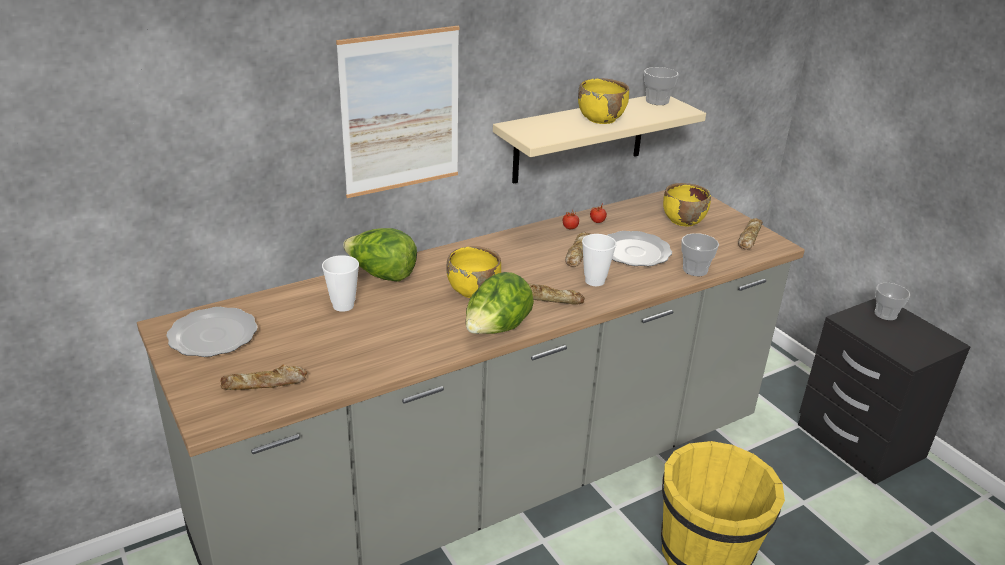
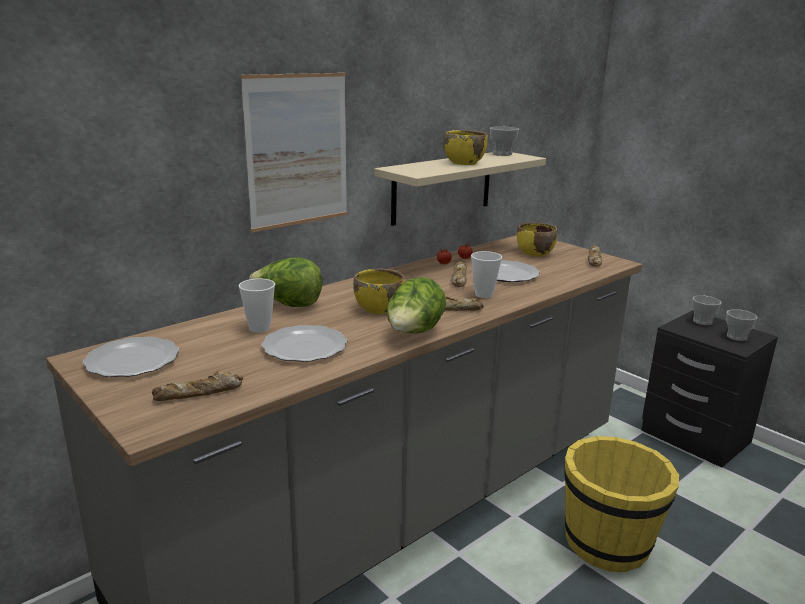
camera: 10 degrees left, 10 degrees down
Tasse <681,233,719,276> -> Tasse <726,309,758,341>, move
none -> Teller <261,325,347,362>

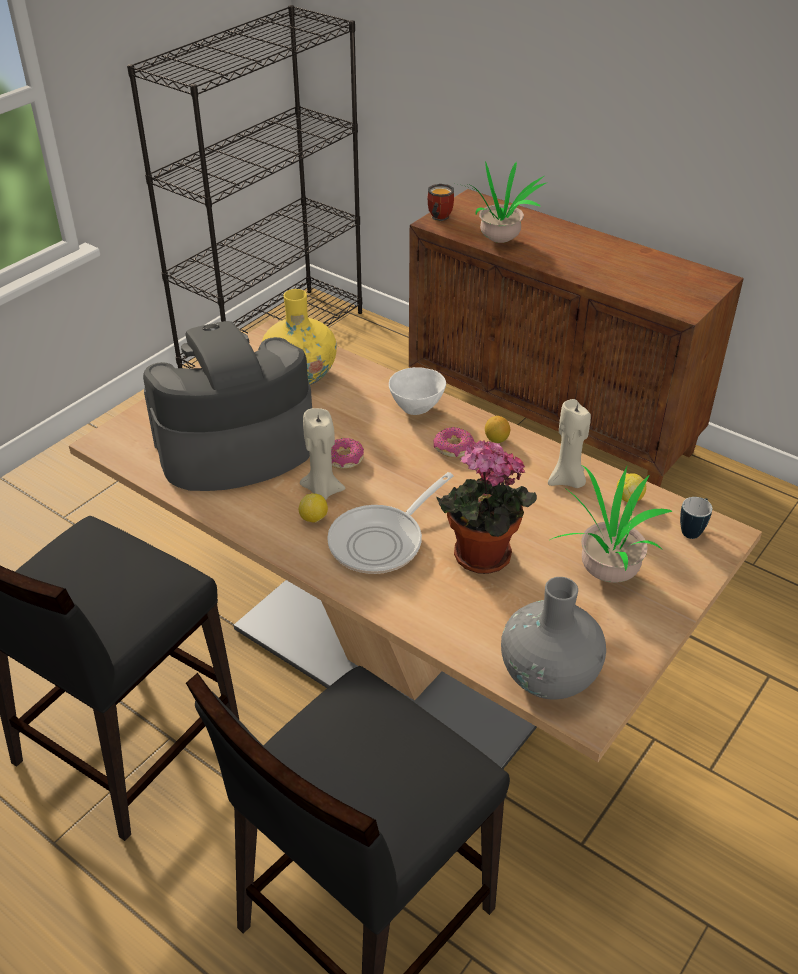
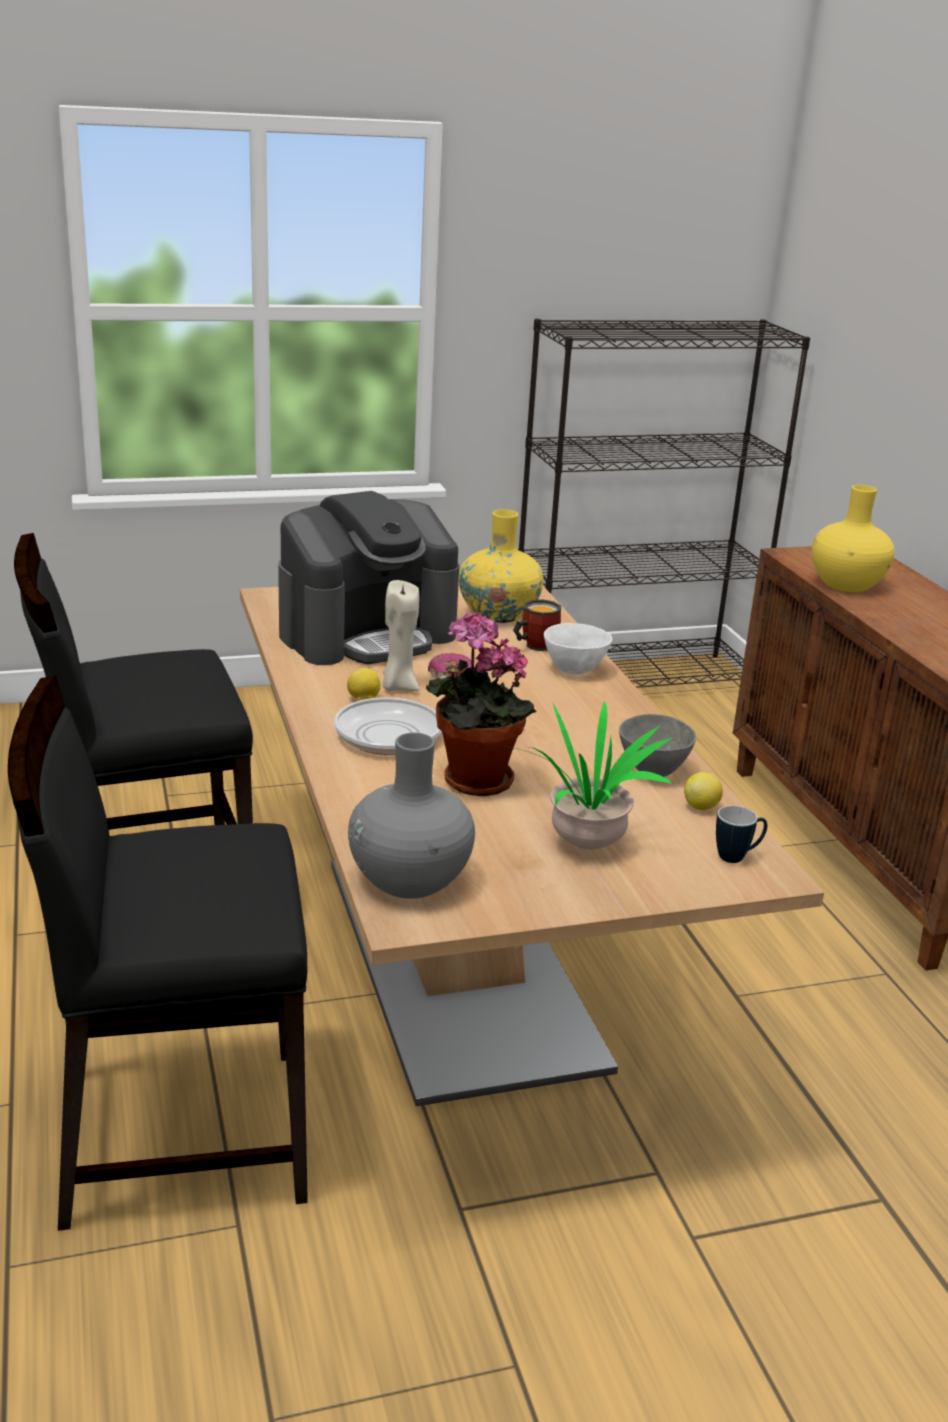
camera: 35 degrees right, 15 degrees down
Kaffeemaschine <143,321,312,491> -> Kaffeemaschine <278,491,459,665>, 135 degrees clockwise
Henkelbecher <428,184,454,221> -> Henkelbecher <513,599,561,651>, move
Donut <433,427,474,458> -> none
Topfpflanze <463,161,548,243> -> Vase (gelb) <812,485,895,592>
Zitrone <485,416,510,443> -> none
Kerze (beige) <548,399,591,488> -> Schüssel (grau) <619,714,696,777>

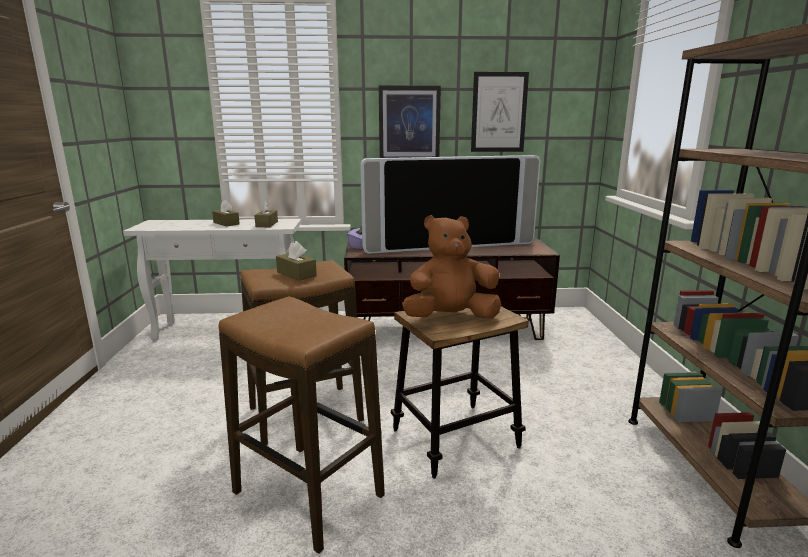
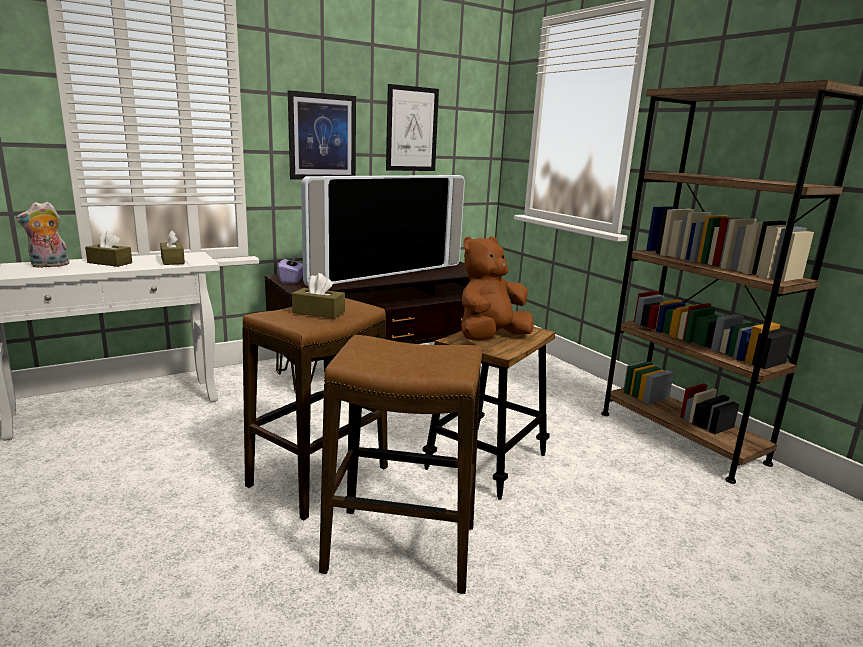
camera: 30 degrees left, 0 degrees up
none -> Plüschtier <16,202,69,268>

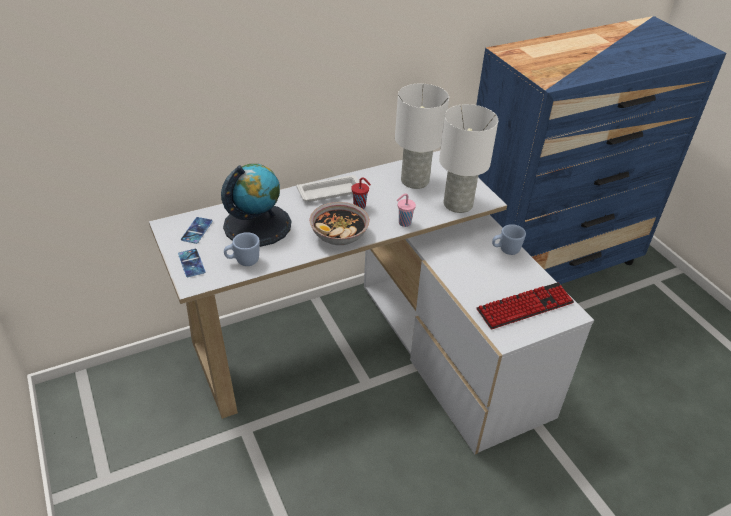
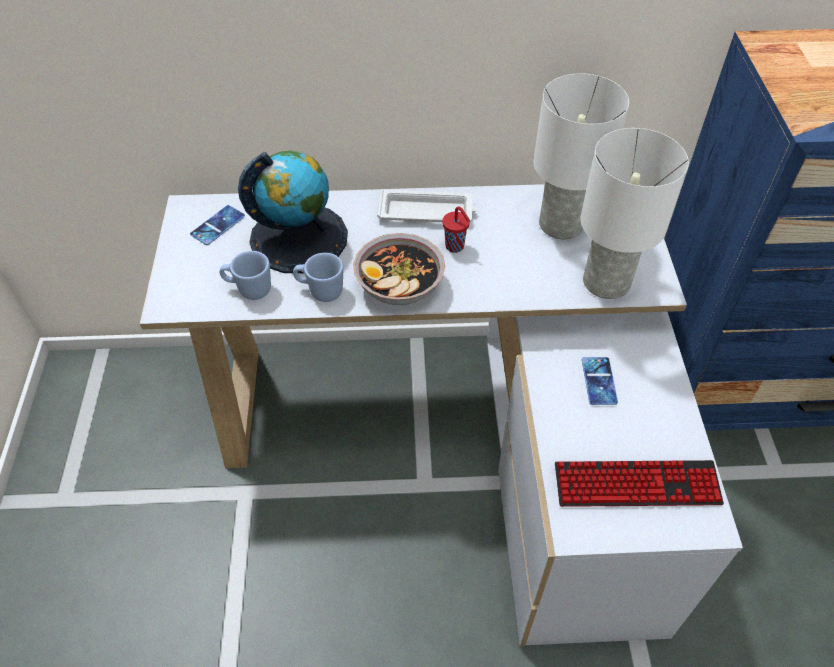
camera: 25 degrees right, 10 degrees up
Handy <178,249,206,277> -> Handy <582,357,618,405>, move
Tasse (rosa) <397,193,416,227> -> none
Henkelbecher (blau) <492,224,526,255> -> Henkelbecher (blau) <293,253,343,302>, move

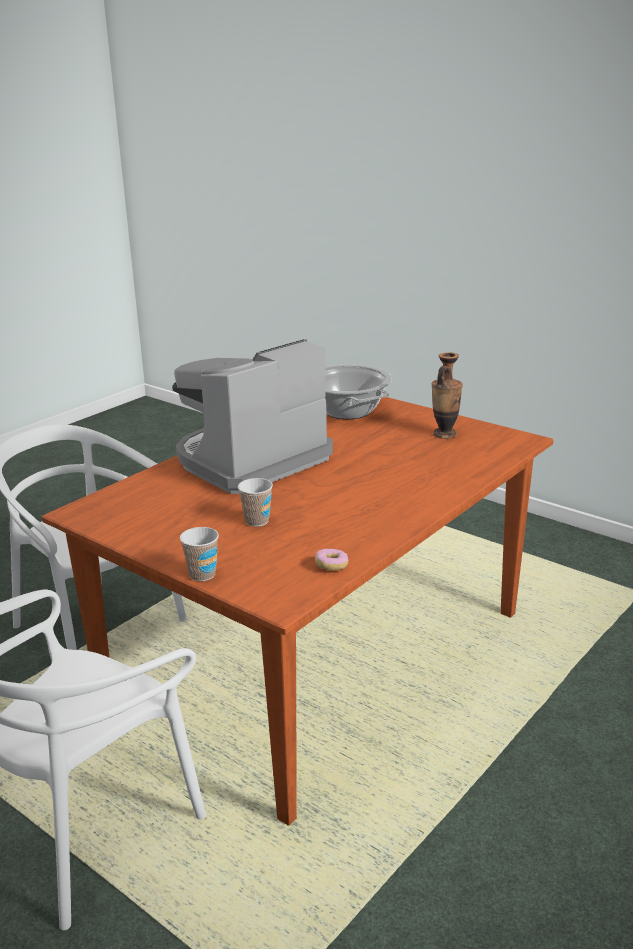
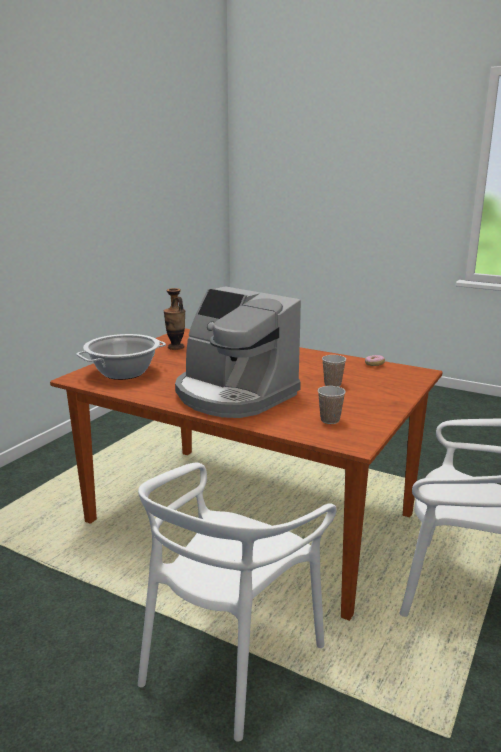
camera: 100 degrees left, 5 degrees down
Tasse <180,527,219,581> -> Tasse <318,386,346,424>, move

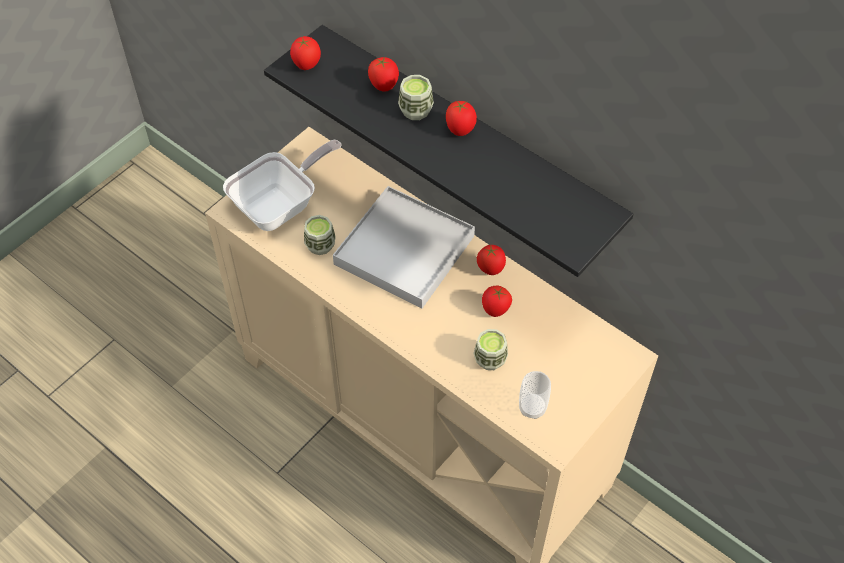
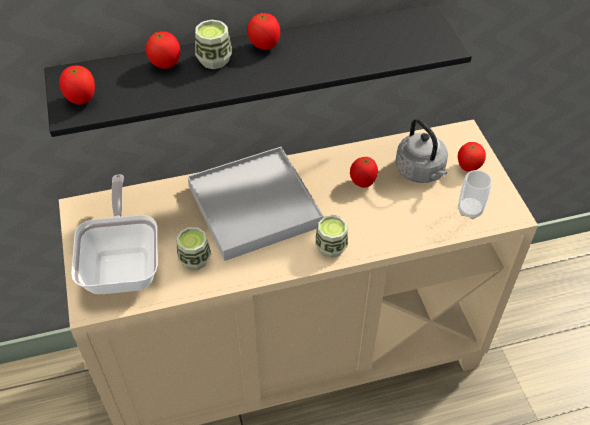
camera: 55 degrees left, 5 degrees down
Tasse <473,329,508,370> -> Tasse <315,215,348,258>, move
Tomate <477,245,506,275> -> Tomate <458,142,486,172>, move
none -> Wasserkessel (grau) <395,119,448,183>

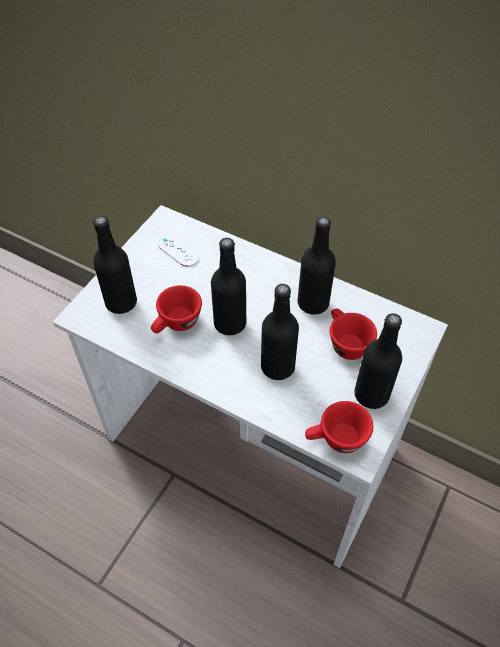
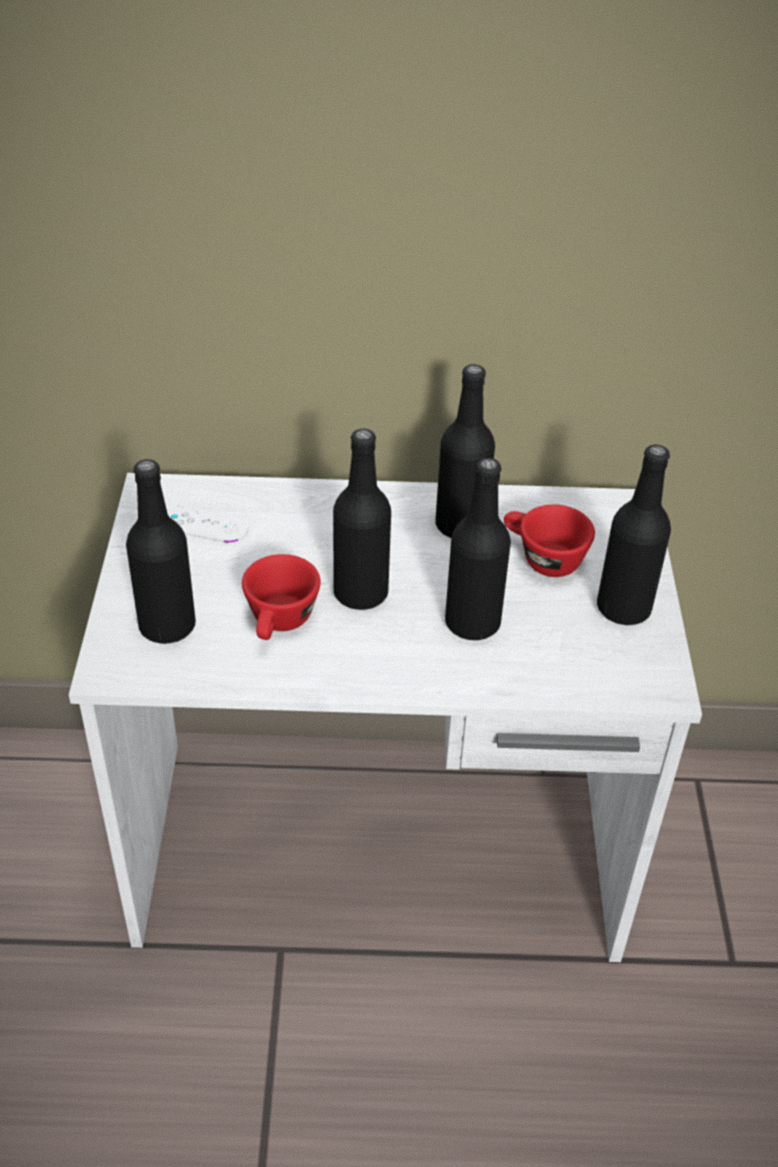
camera: 30 degrees left, 10 degrees down
Tasse (rot) <305,401,373,453> -> none

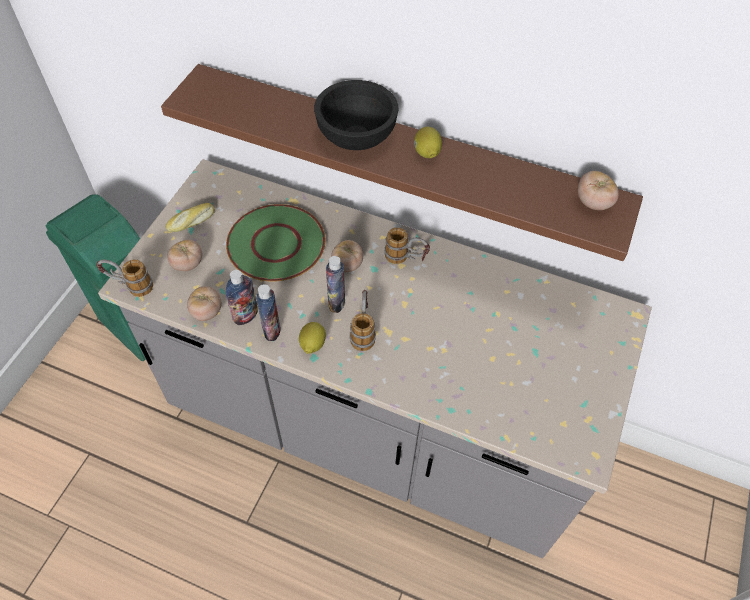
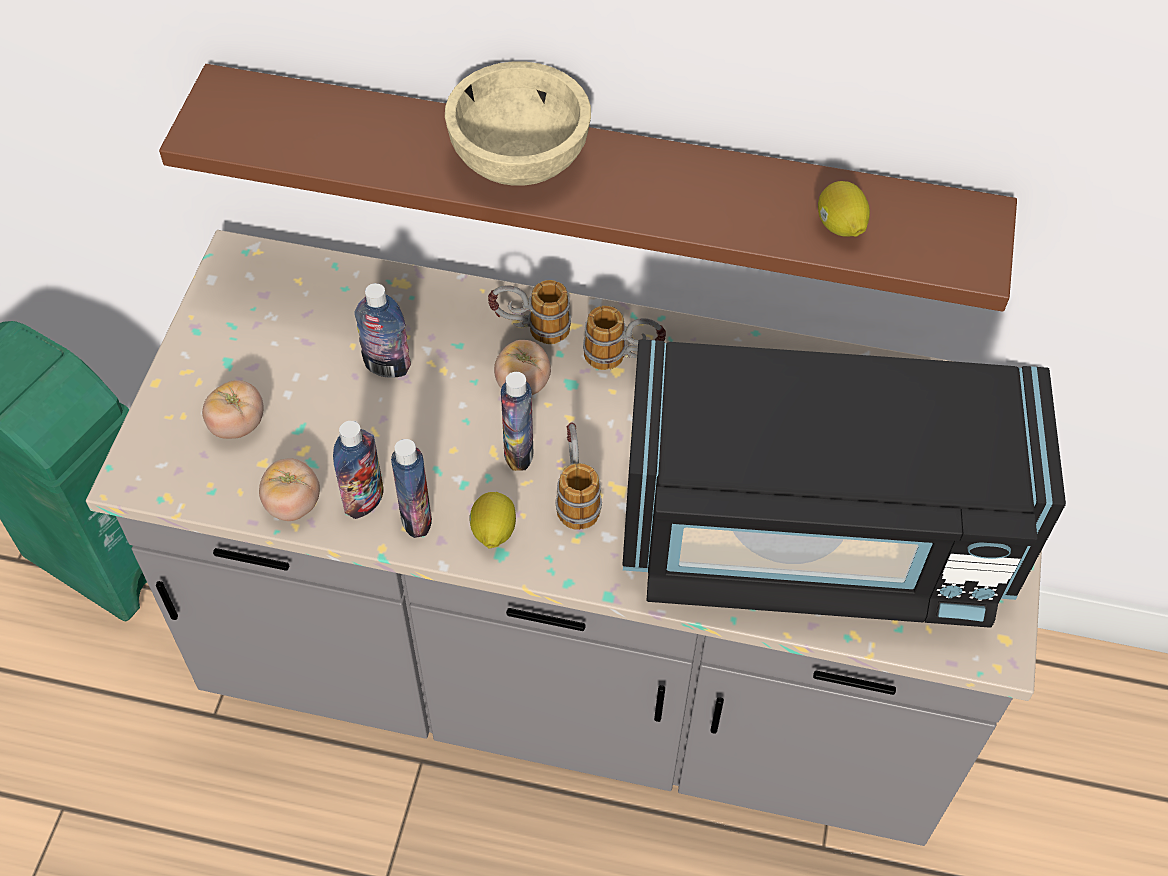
camera: 10 degrees left, 0 degrees up
Henkelbecher <96,259,153,297> -> Henkelbecher <488,280,571,344>, move
Brot <165,203,215,232> -> none
Teller (grün) <226,204,326,282> -> Flasche <354,283,411,378>
Schüssel (schwarz) <314,80,399,150> -> Schüssel (beige) <445,62,591,186>
Zitrone <414,127,442,158> -> Zitrone <818,181,870,237>, move
Tomate <578,171,619,210> -> none
none -> Mikrowelle (schwarz) <622,339,1066,628>

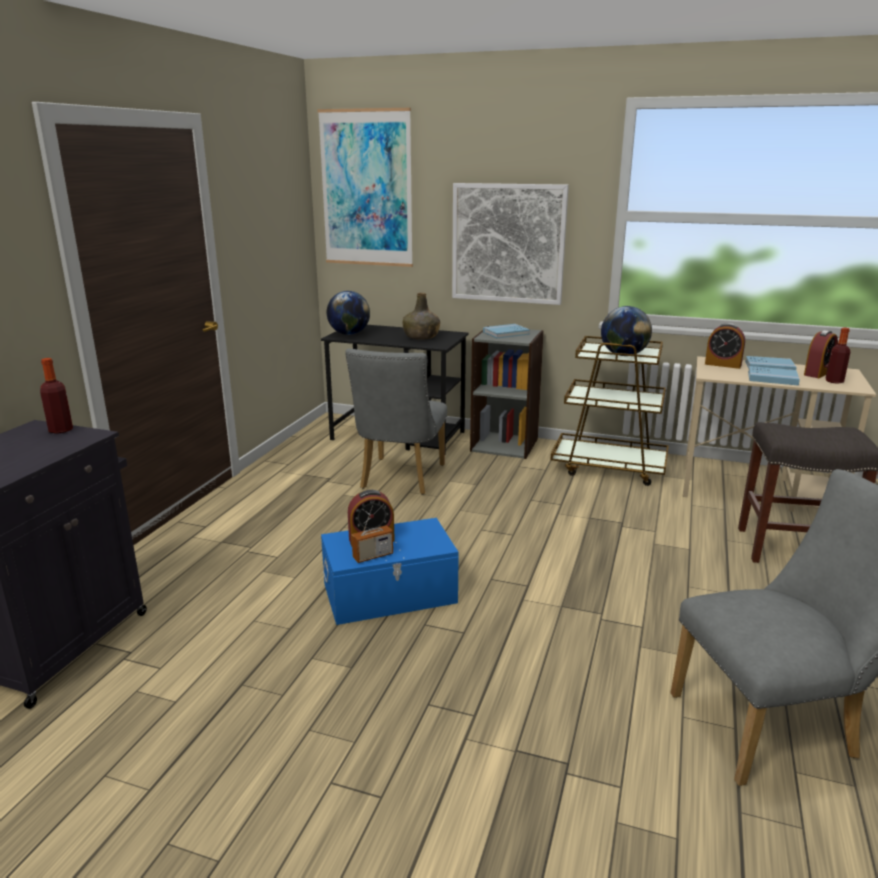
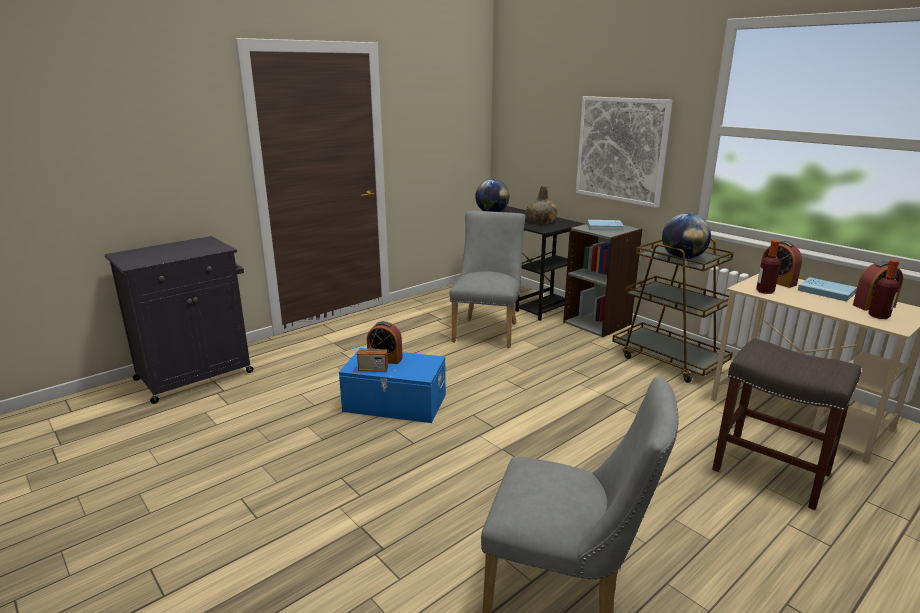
camera: 30 degrees right, 0 degrees up
Flasche <40,358,73,434> -> Flasche <756,240,781,294>, move
Bild <317,108,413,267> -> none
Stuhl (grau) <346,349,447,495> -> Stuhl (grau) <450,211,525,348>, 150 degrees clockwise
Buch (blau) <748,366,800,386> -> none

